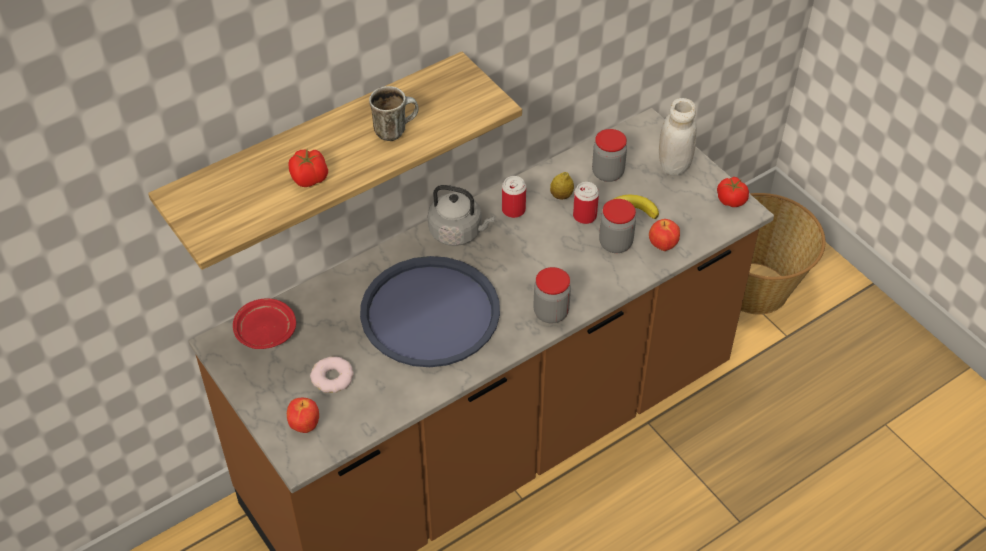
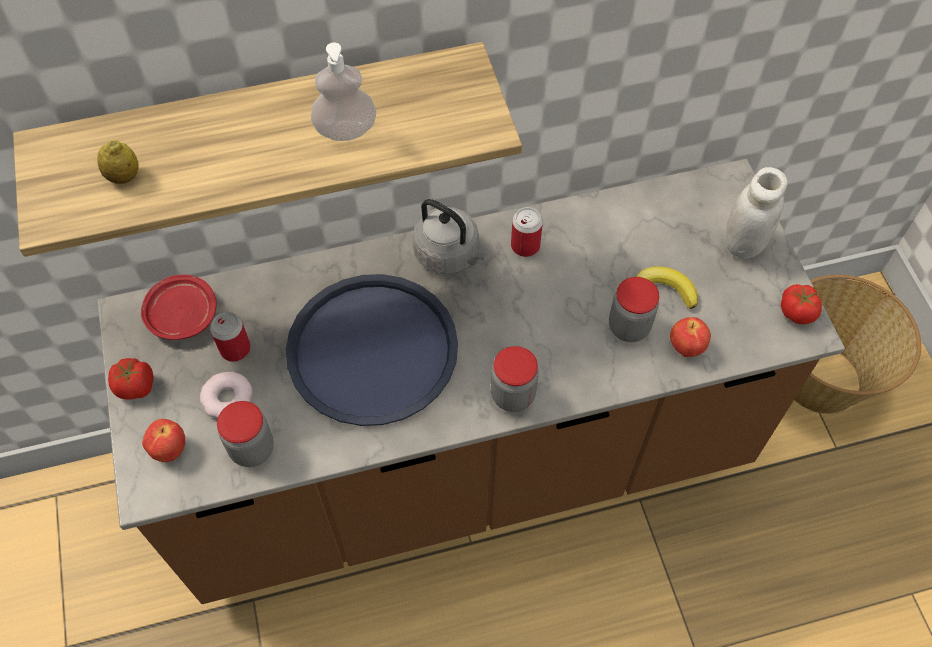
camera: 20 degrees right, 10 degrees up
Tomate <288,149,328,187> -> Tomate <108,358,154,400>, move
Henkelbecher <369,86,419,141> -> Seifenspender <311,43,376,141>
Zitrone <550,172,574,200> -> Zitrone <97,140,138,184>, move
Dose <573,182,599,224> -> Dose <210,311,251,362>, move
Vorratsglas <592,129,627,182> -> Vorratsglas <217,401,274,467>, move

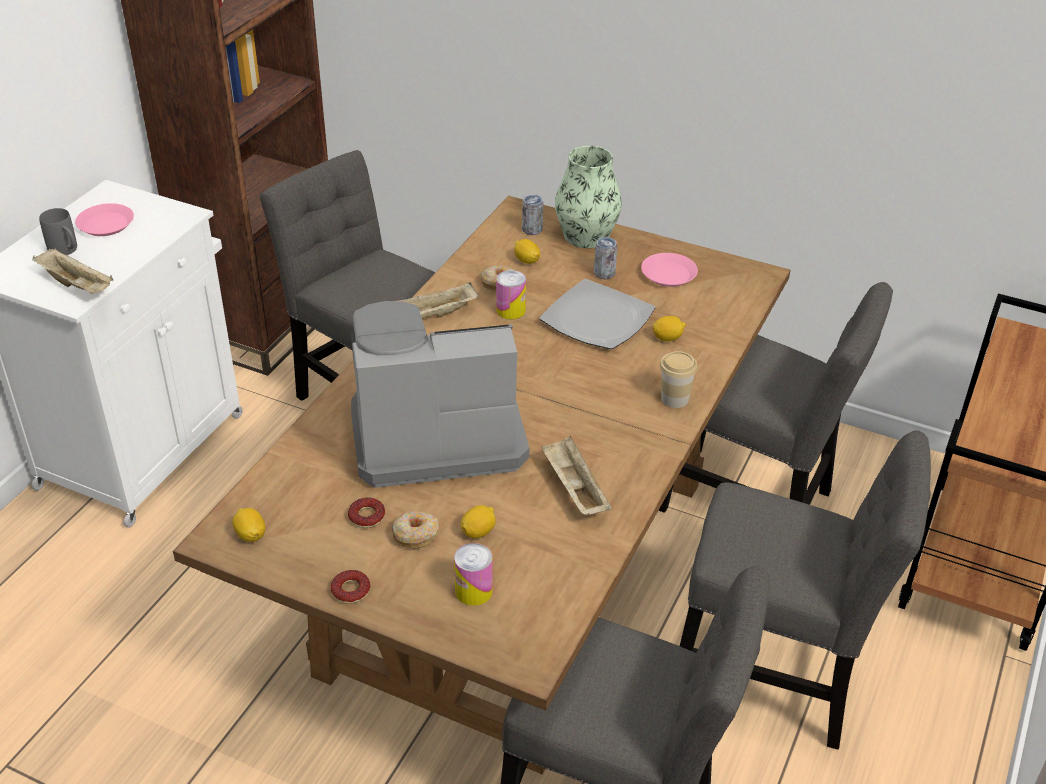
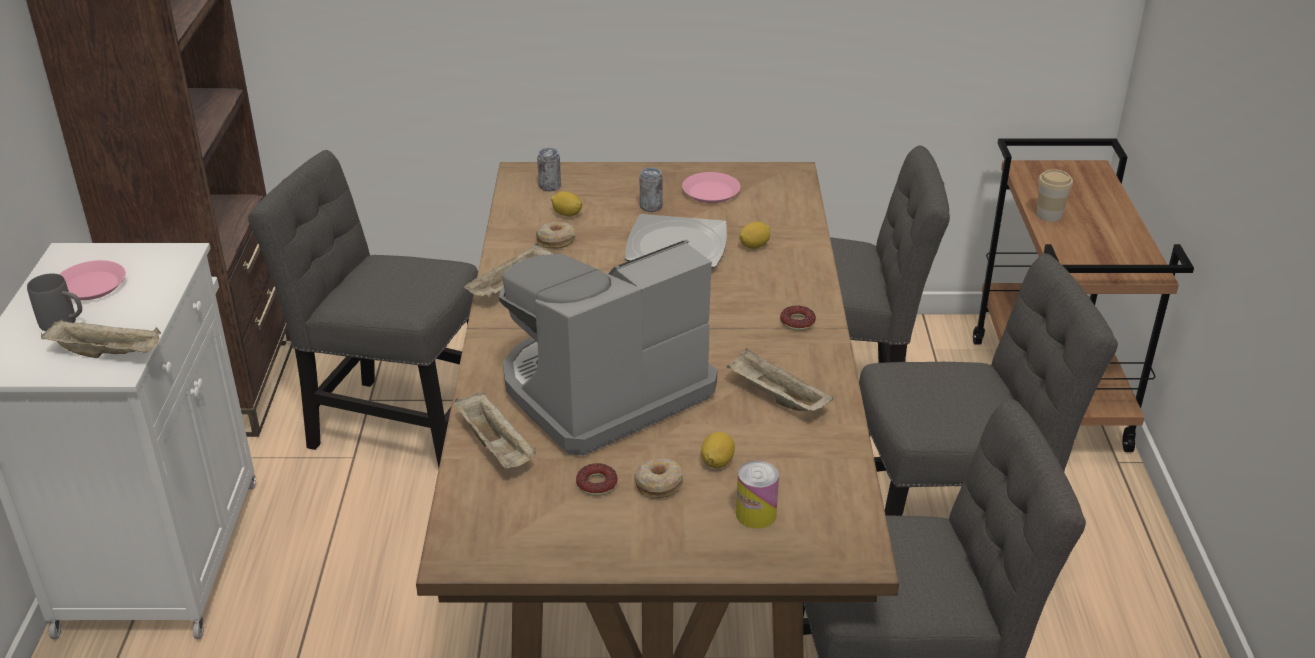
camera: 25 degrees left, 5 degrees down
Zitrone <233,508,265,542> -> none
Donut <331,570,370,604> -> Donut <780,305,816,331>, move
Dose <496,270,526,319> -> none
Vase <555,146,622,248> -> none
Tasse <660,351,698,408> -> Tasse <1037,170,1073,222>, move
none -> Tablett (beige) <454,392,536,469>

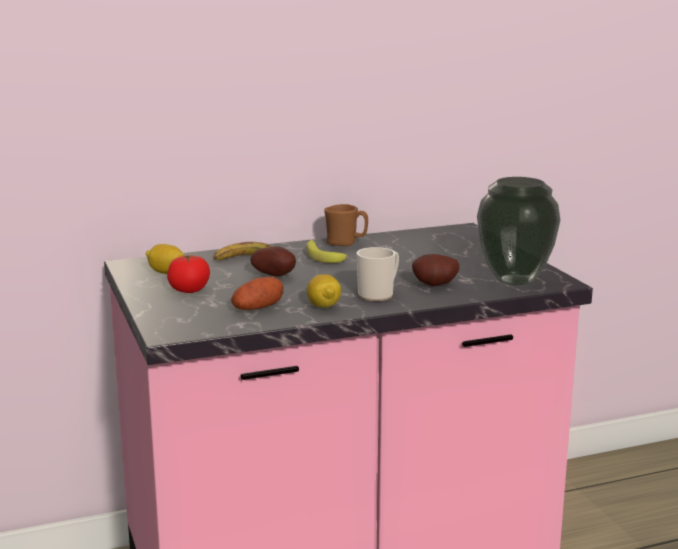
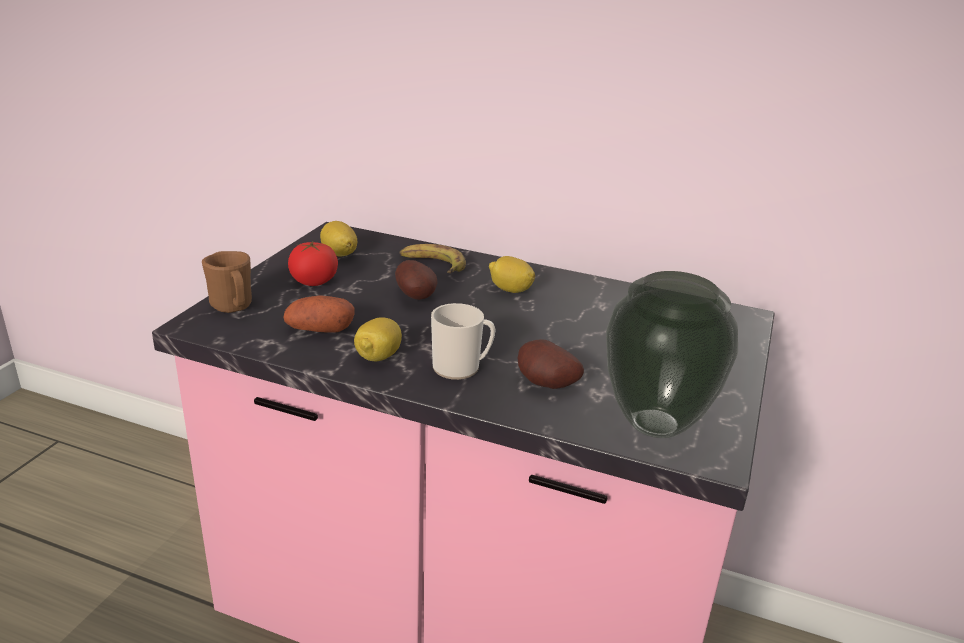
camera: 40 degrees right, 10 degrees up
Banane <306,240,347,263> -> Zitrone <489,256,535,293>
Henkelbecher (braun) <324,204,368,246> -> Henkelbecher (braun) <202,251,252,313>, move

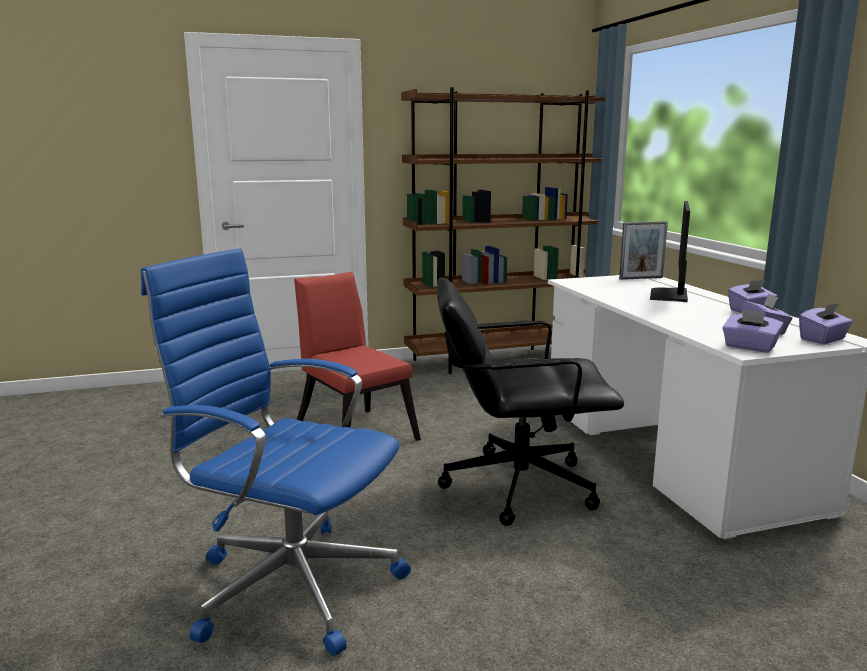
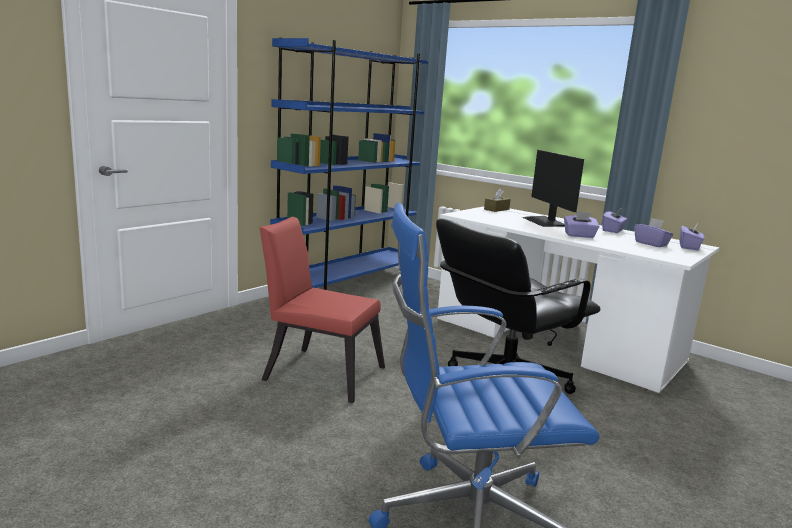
camera: 35 degrees left, 0 degrees up
Bücherregal (braun) <401,87,605,374> -> Bücherregal (blau) <270,38,428,290>
Bilderrahmen <619,221,668,280> -> Taschentuchbox (braun) <484,188,511,212>
Taschentuchbox (lila) <722,309,784,353> -> Taschentuchbox (lila) <564,212,599,238>, move

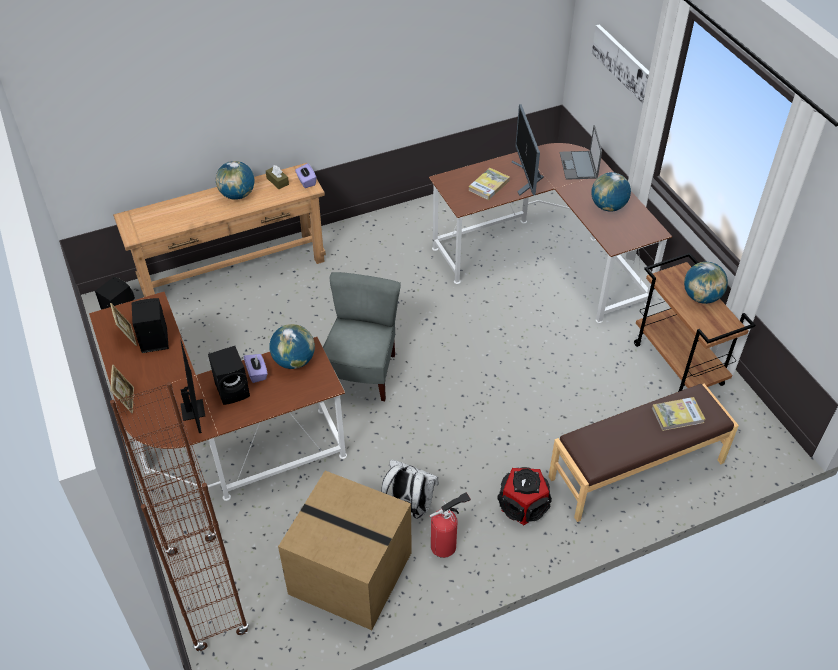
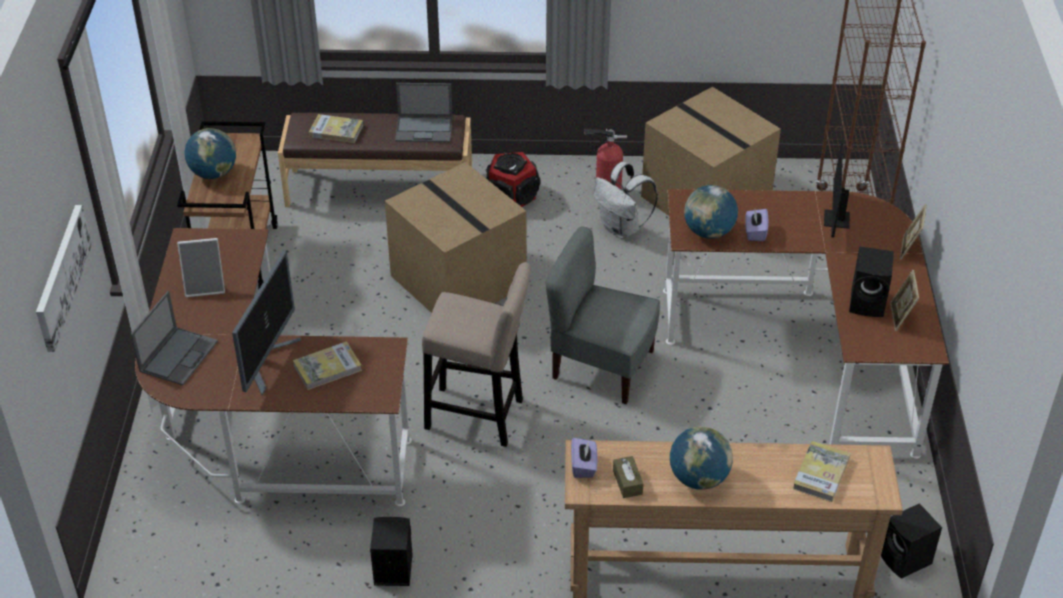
camera: 155 degrees left, 5 degrees down
Lautsprecher (schwarz) <208,346,250,405> -> Lautsprecher (schwarz) <370,517,413,586>, move
Stuhl (grau) <323,272,401,401> -> Stuhl (grau) <545,226,660,404>, 75 degrees clockwise
Globus <591,172,631,211> -> Bilderrahmen <177,238,225,297>
none -> Karton <385,162,527,313>
none -> Laptop <395,83,453,142>
none -> Hocker (beige) <422,262,531,447>
none -> Buch <793,441,851,502>

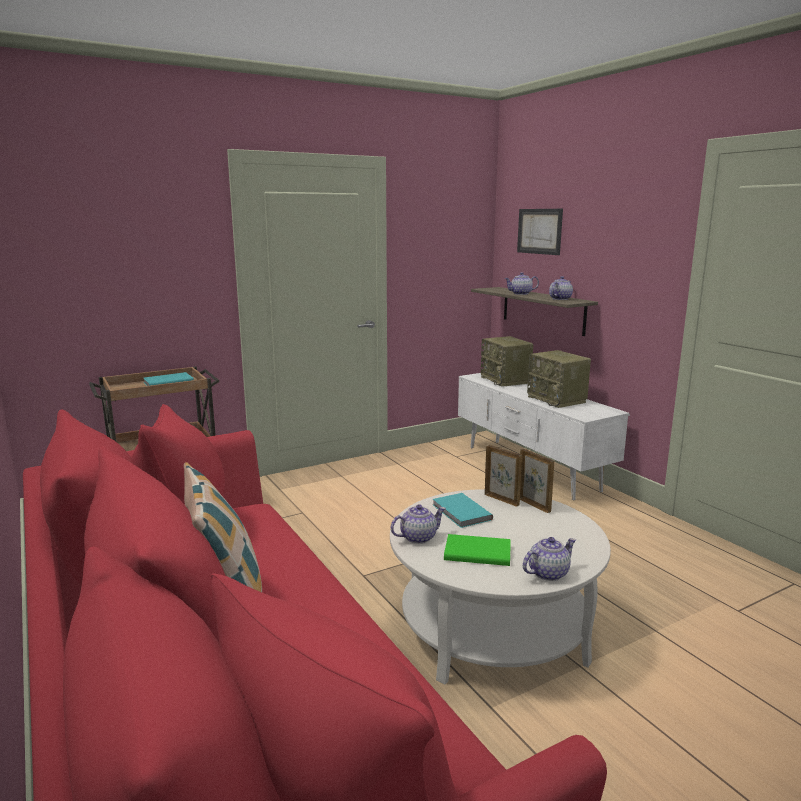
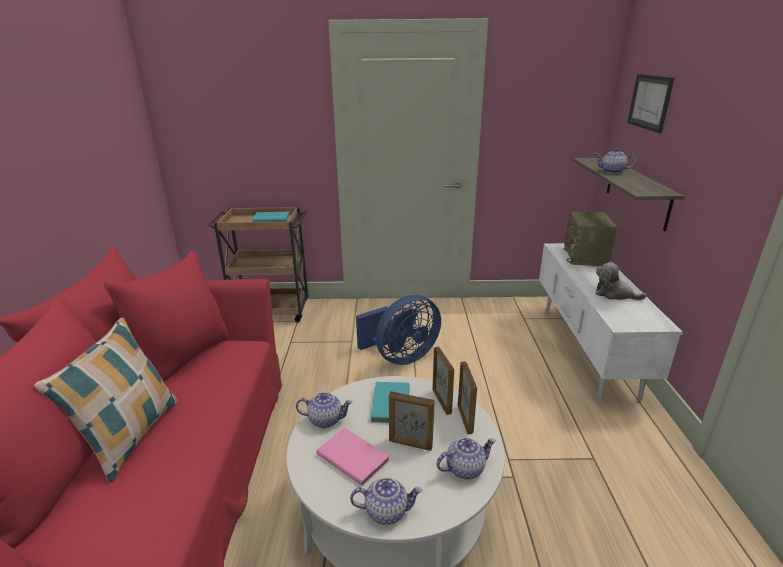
camera: 30 degrees right, 10 degrees up
Buch (grün) <444,534,511,566> -> Buch (rosa) <316,428,390,486>
Radio <527,350,591,408> -> Plüschtier <595,262,647,300>
Teekanne <549,276,573,300> -> Teekanne <436,437,496,479>, move
none -> Ventilator (blau) <356,295,441,365>
none -> Bilderrahmen <389,391,435,451>

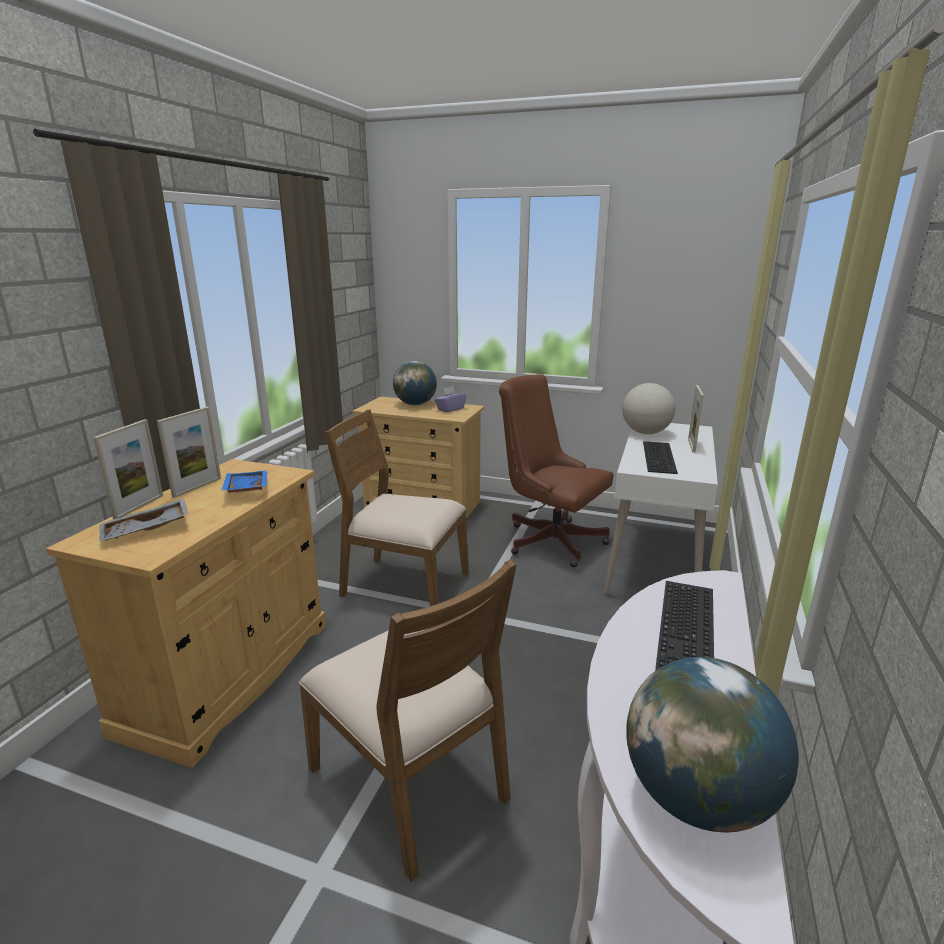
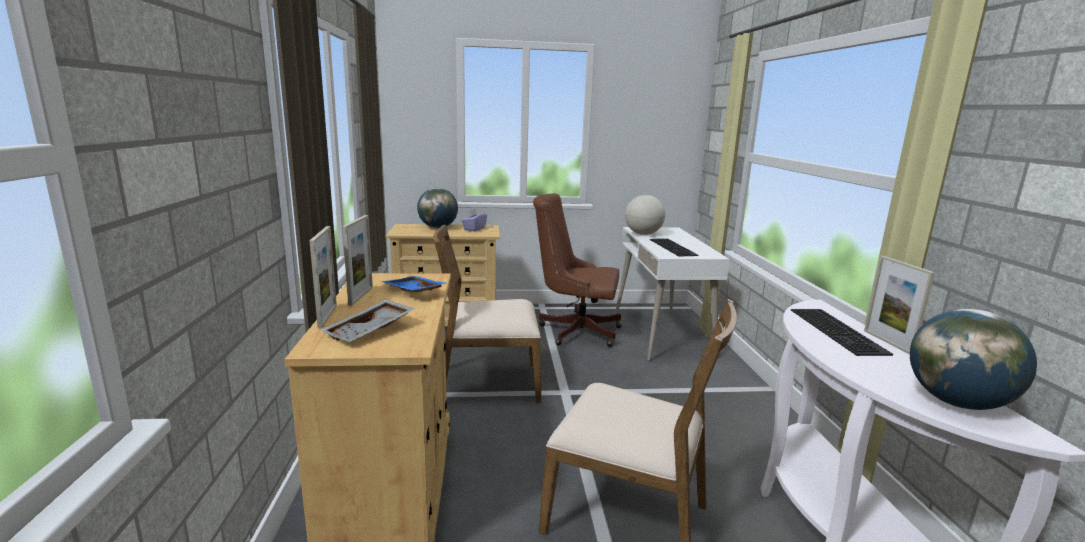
camera: 25 degrees left, 5 degrees down
Bilderrahmen <688,385,704,453> -> Bilderrahmen <864,256,935,354>, move

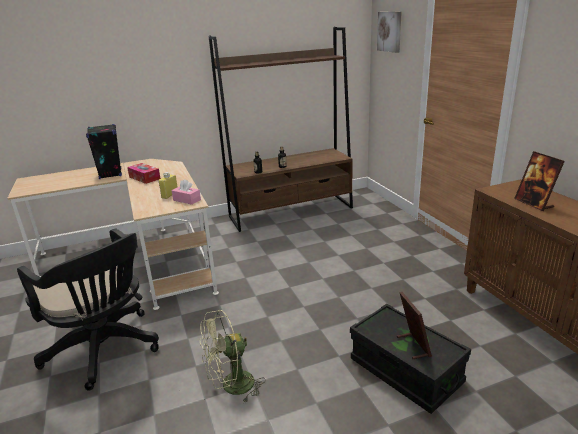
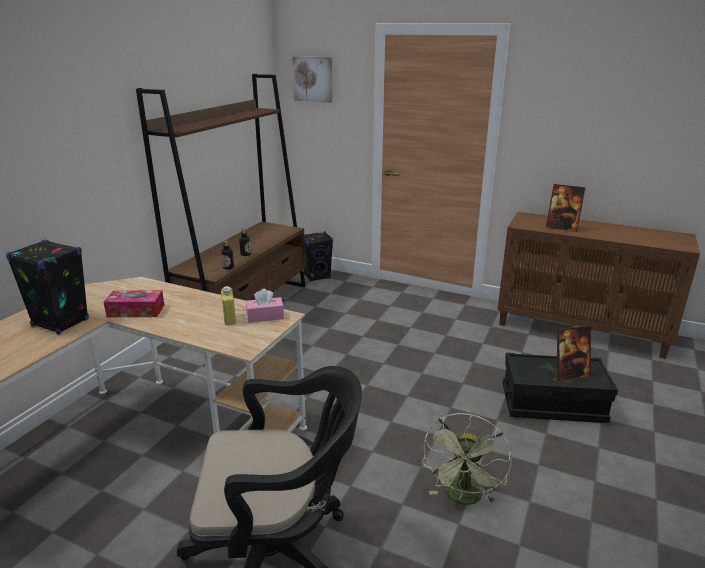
camera: 45 degrees left, 0 degrees up
Bilderrahmen <397,292,432,359> -> Bilderrahmen <550,325,591,381>, 135 degrees clockwise
none -> Lautsprecher (schwarz) <304,231,333,282>

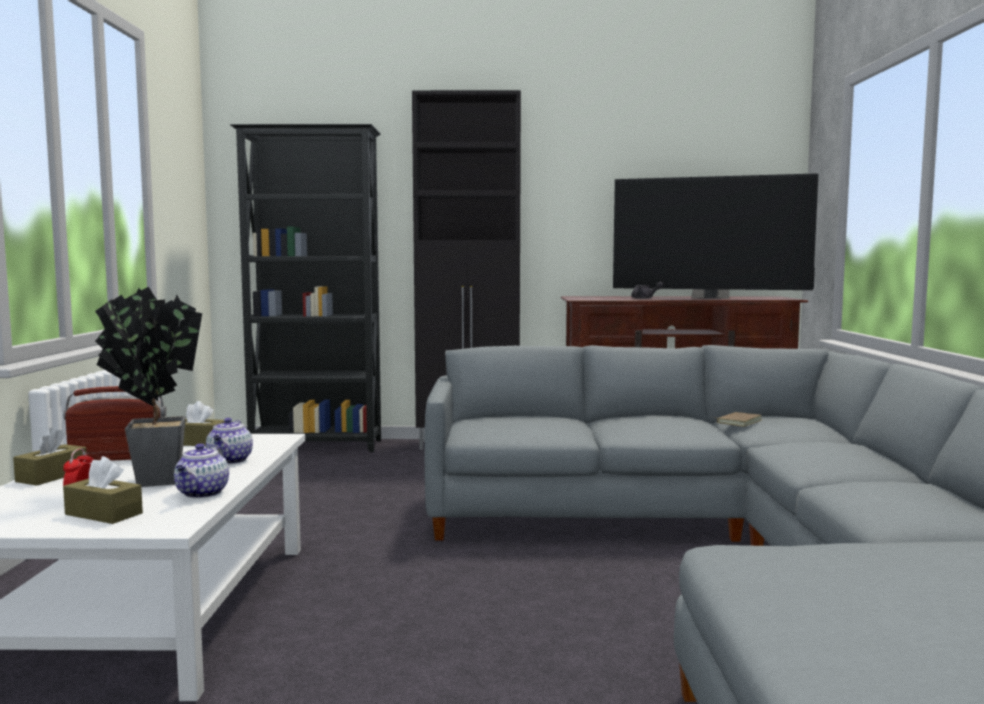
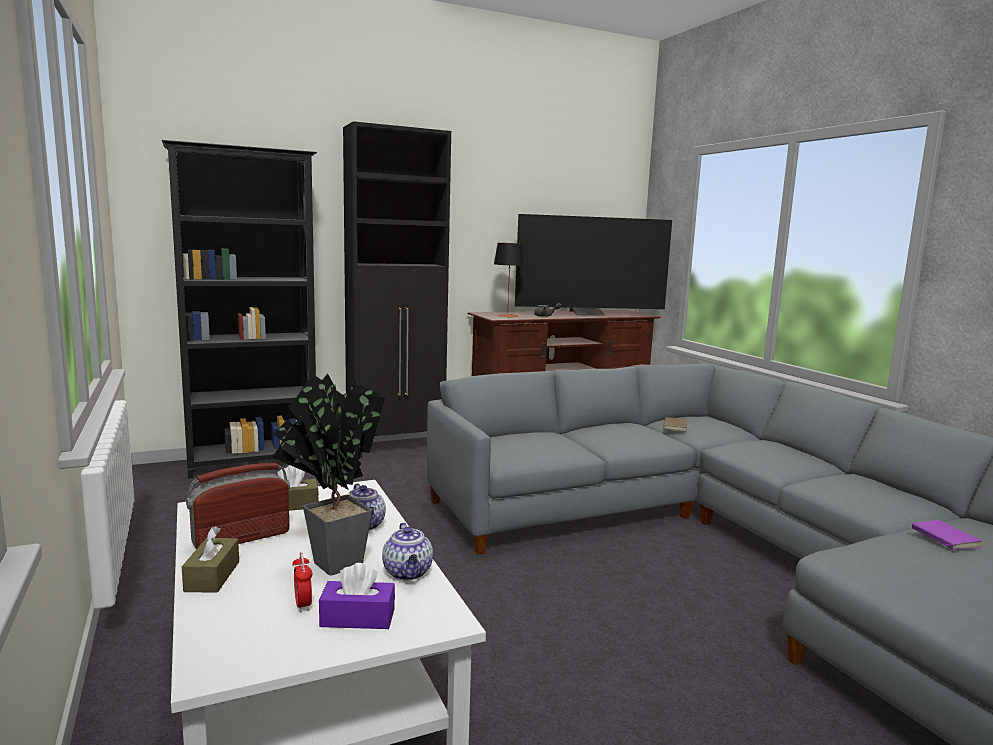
camera: 25 degrees left, 5 degrees up
Taschentuchbox (braun) <63,456,143,524> -> Taschentuchbox (lila) <319,563,395,629>
none -> Tischlampe <494,243,525,317>
none -> Buch (lila) <912,520,982,550>

